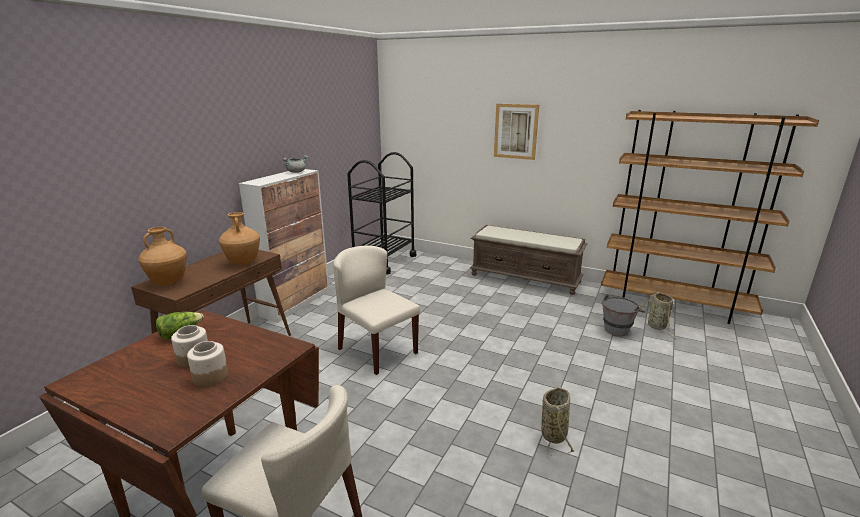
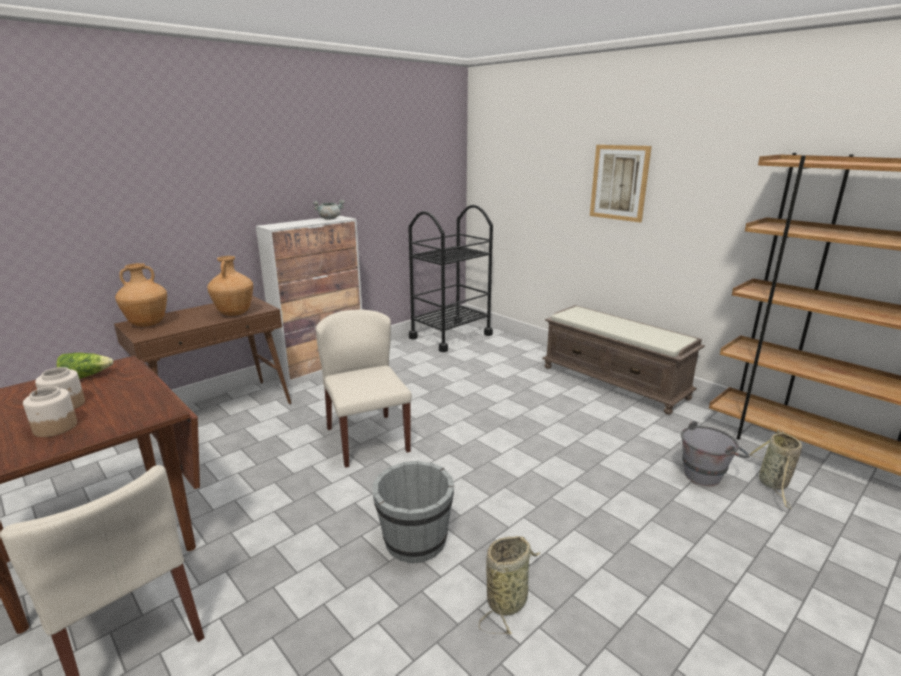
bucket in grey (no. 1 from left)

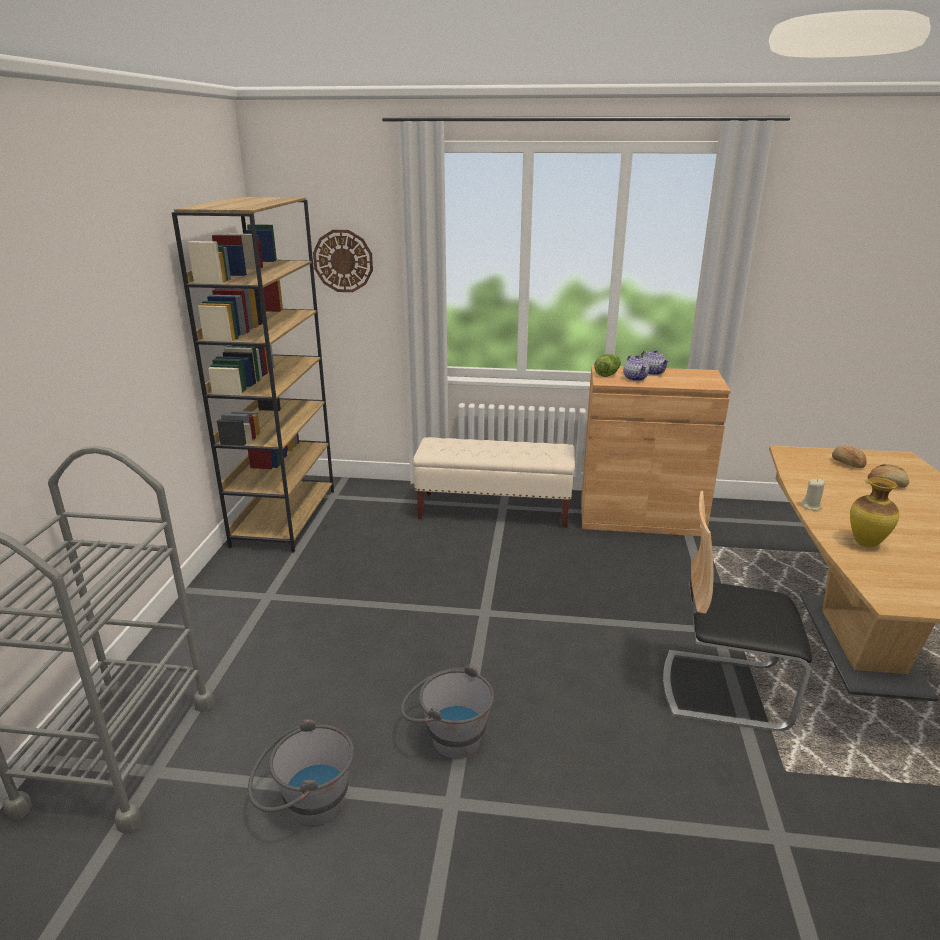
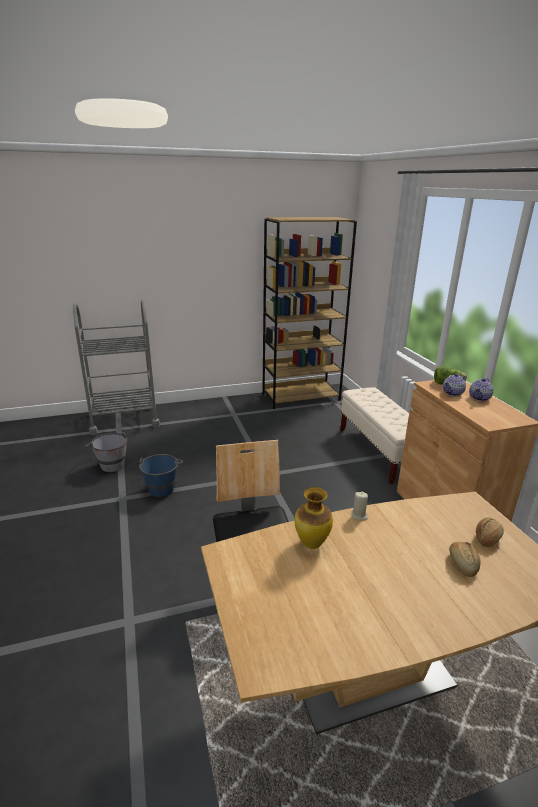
wall clock
bucket in blue

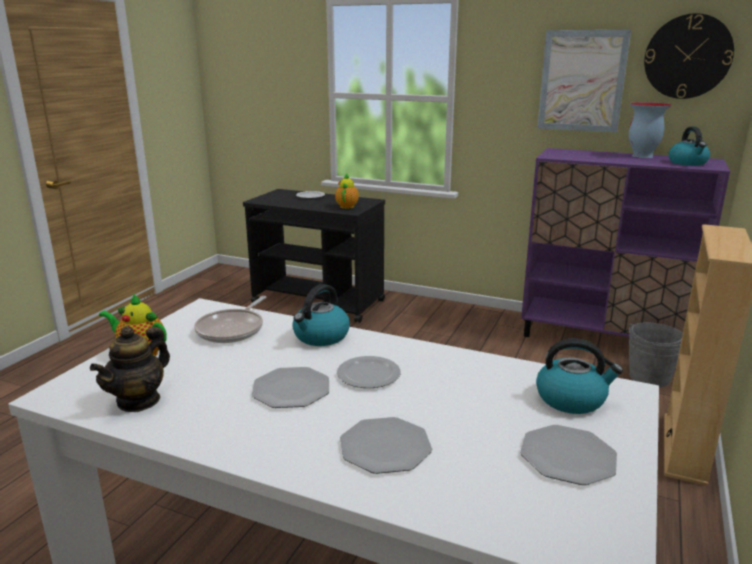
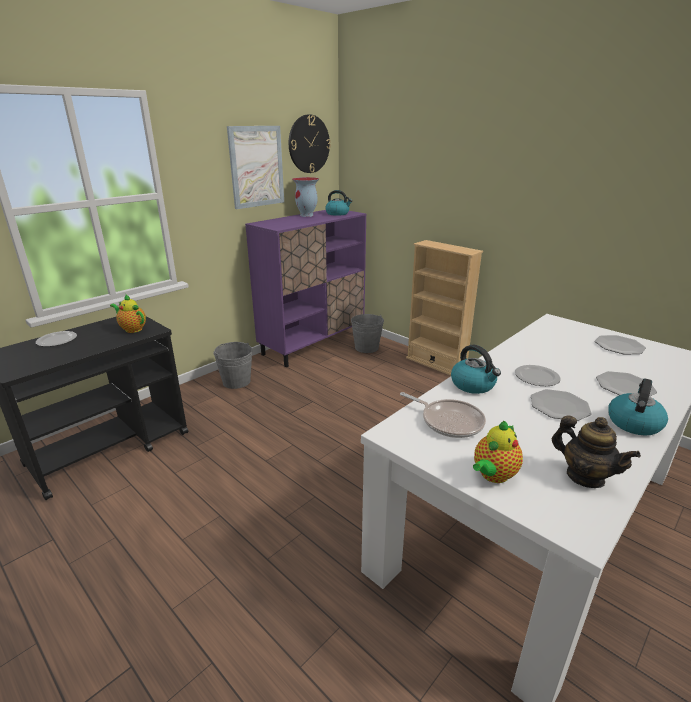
kettle (no. 3 from left)
bucket in grey (no. 1 from left)

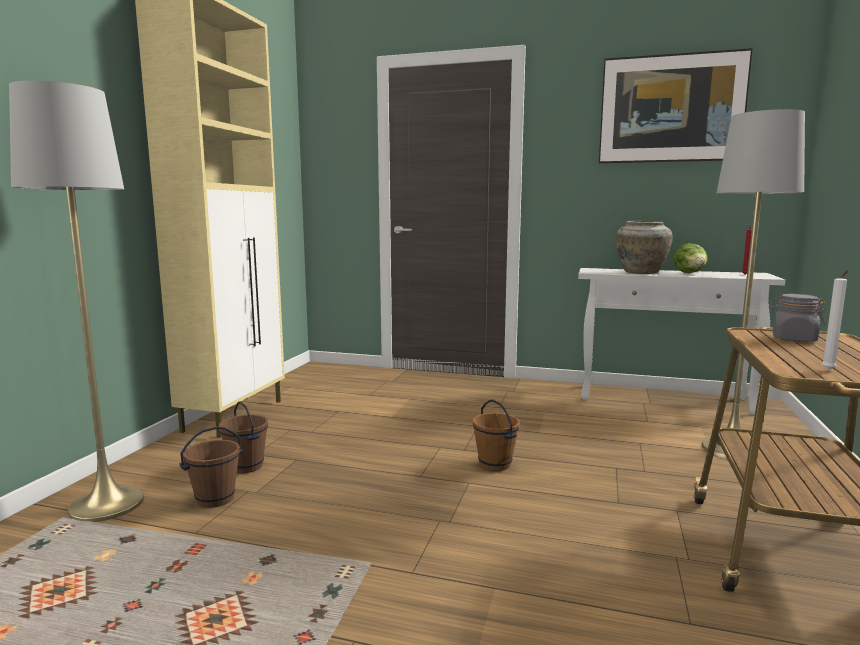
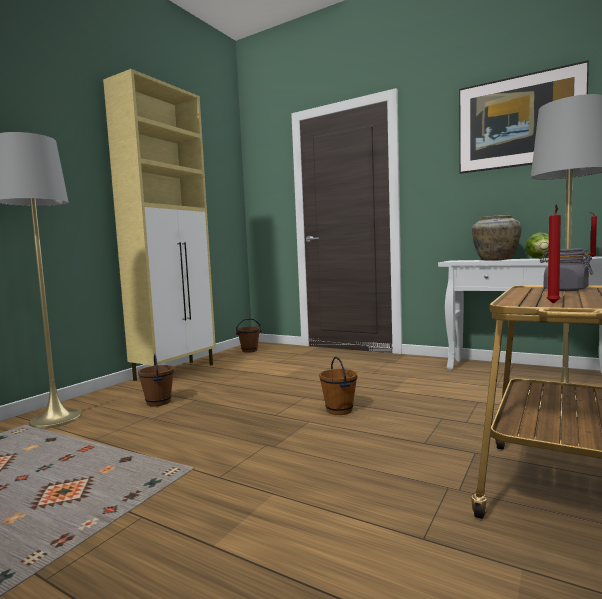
candle in red (no. 1 from left)
bucket in brown (no. 2 from left)

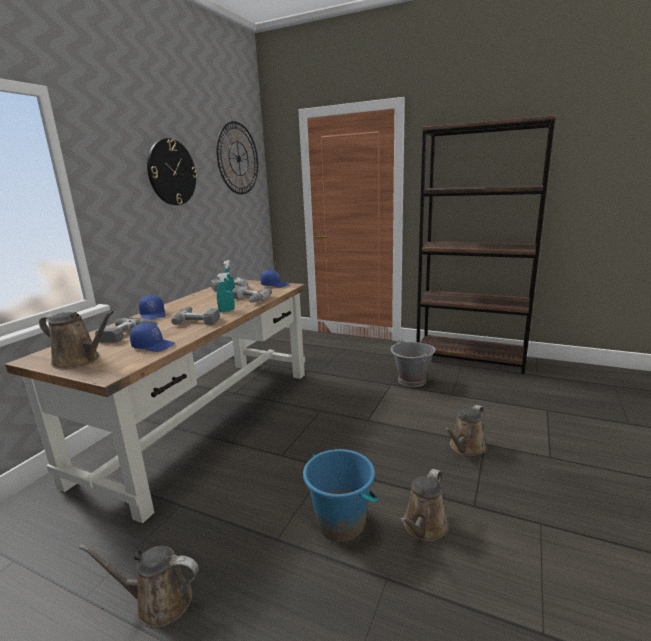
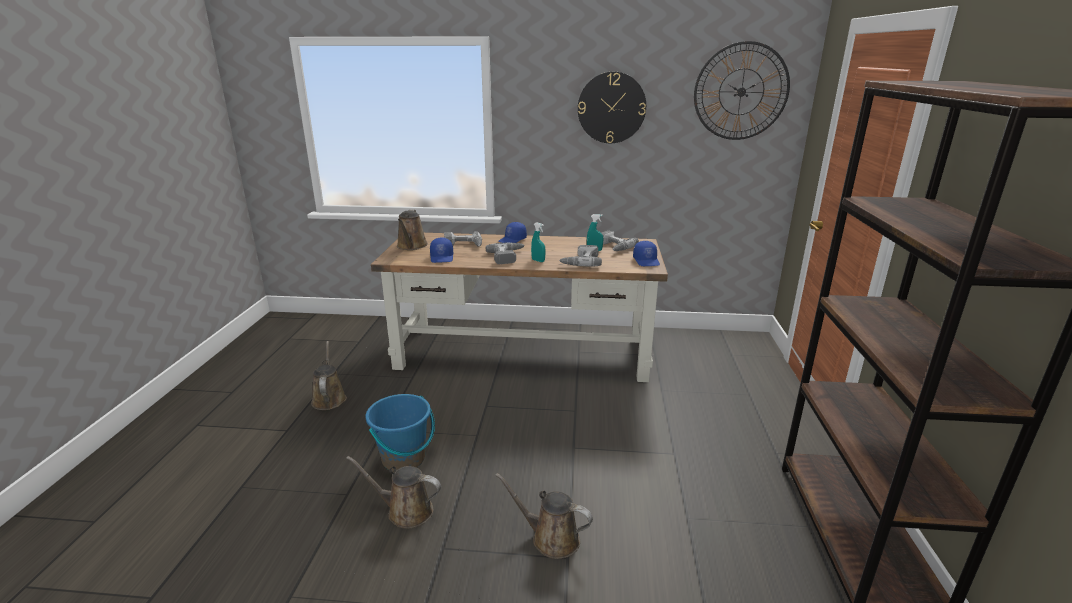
bucket in grey

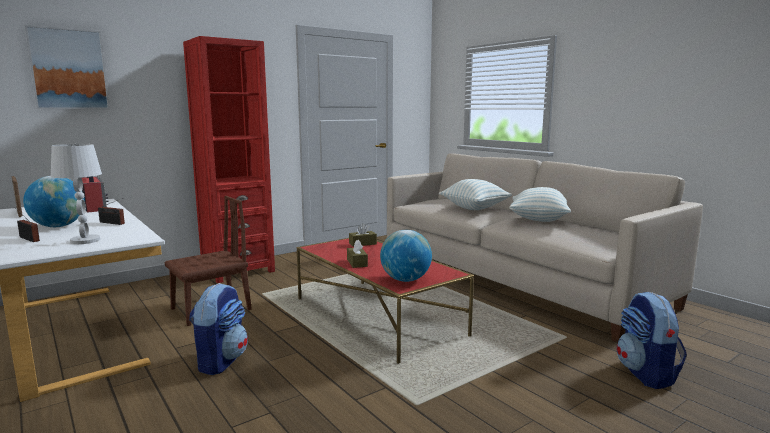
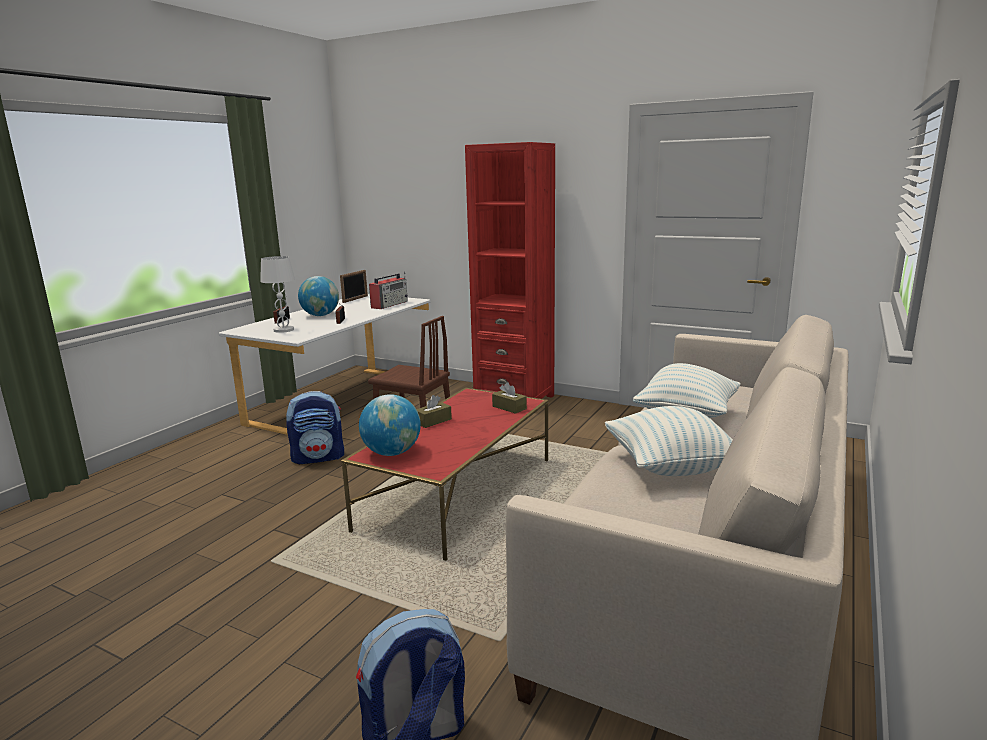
picture

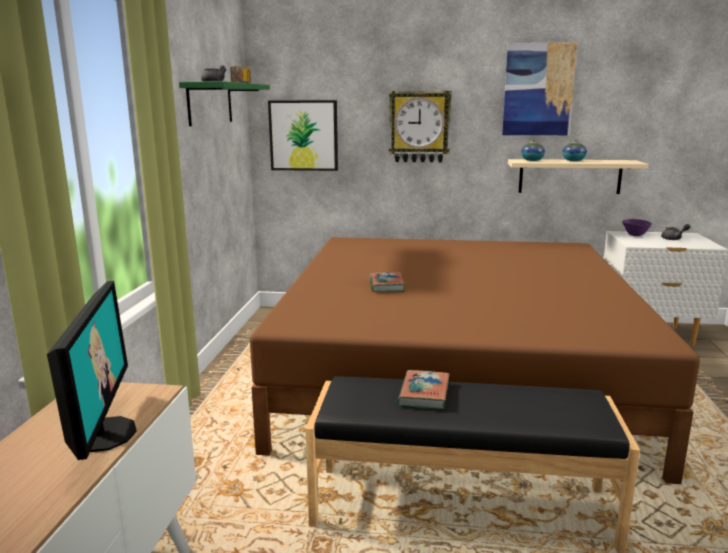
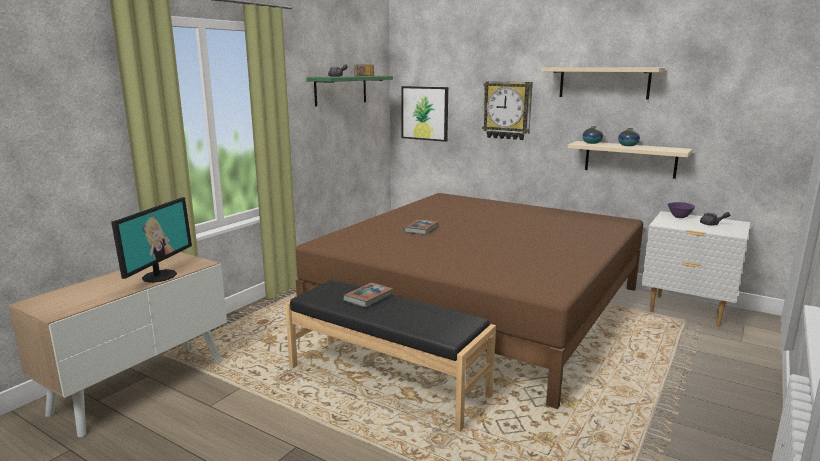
shelf in beige (no. 1 from left)

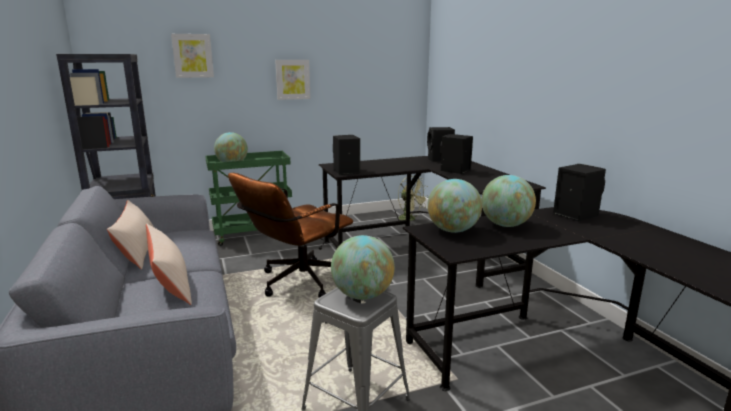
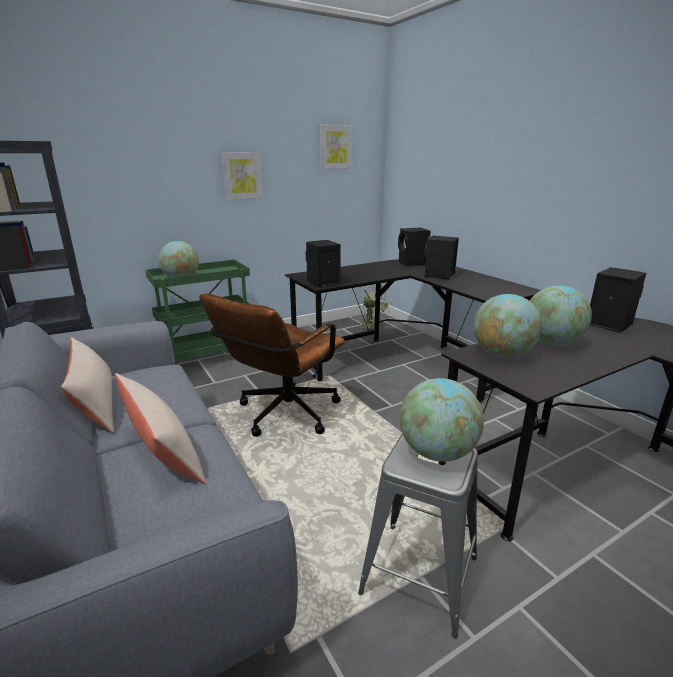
picture (no. 2 from left)

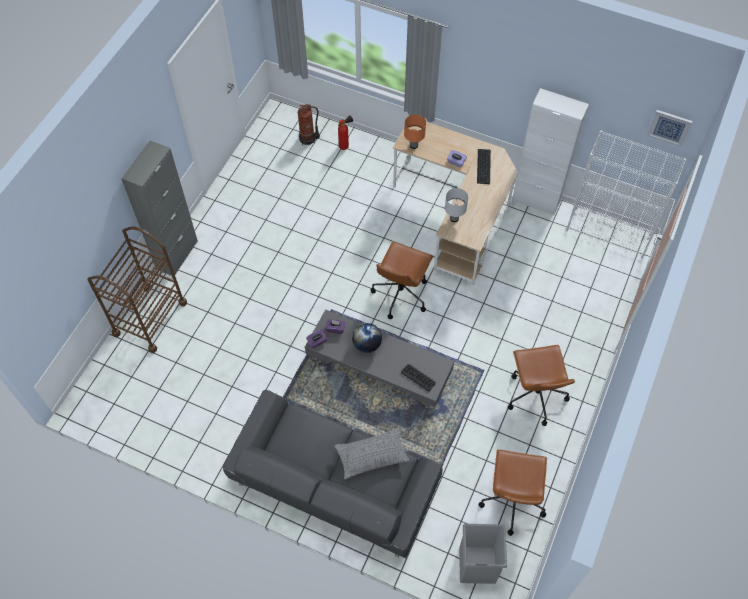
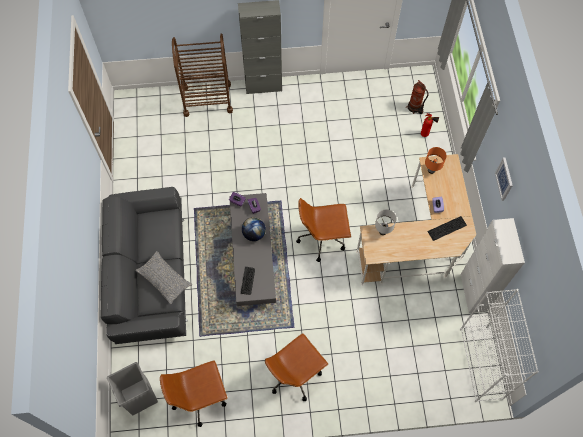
picture

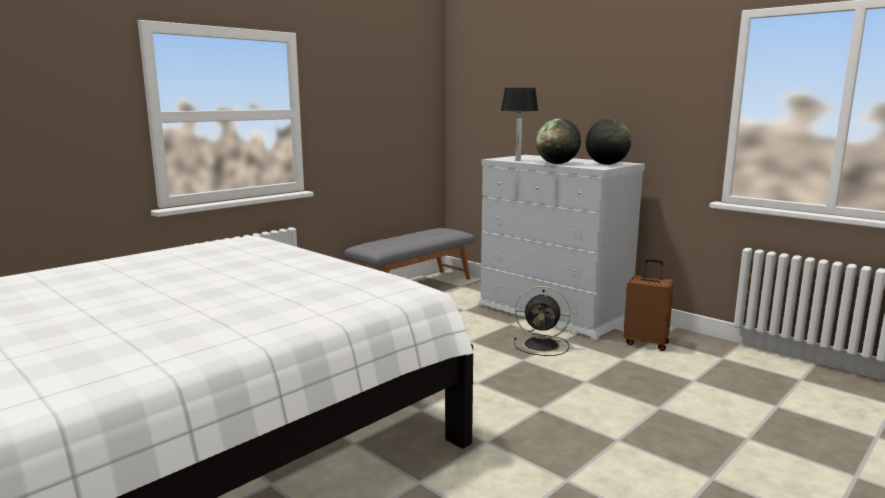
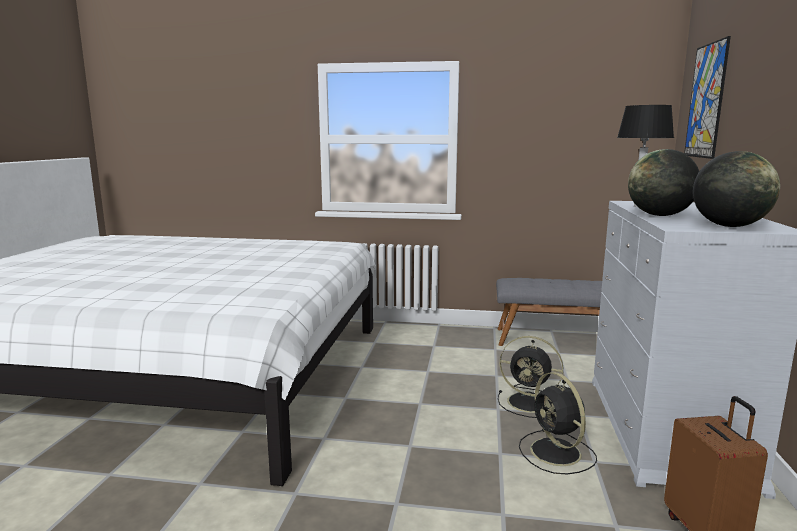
picture
fan in black (no. 1 from left)

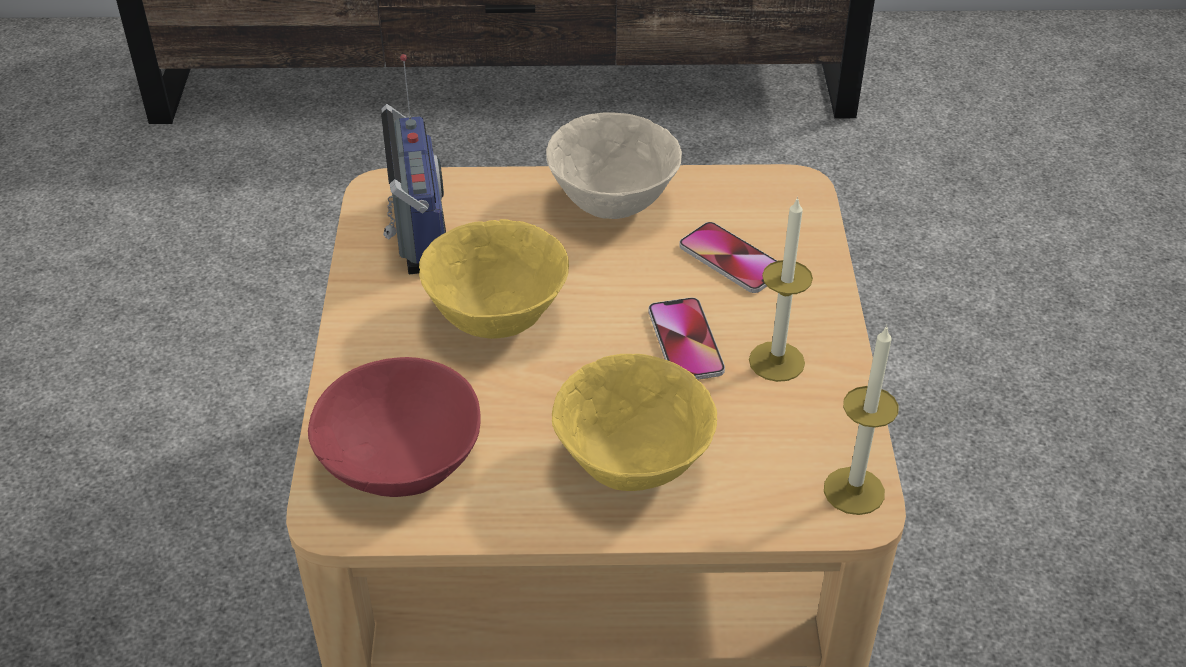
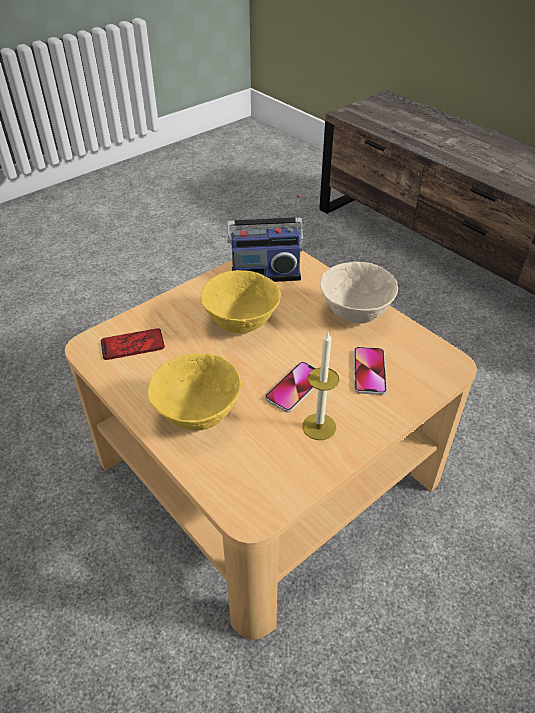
radio
candle (no. 2 from left in the first image)
phone (no. 1 from left)

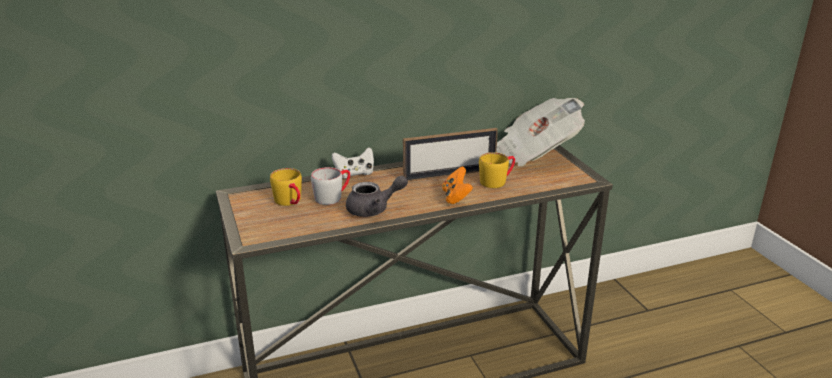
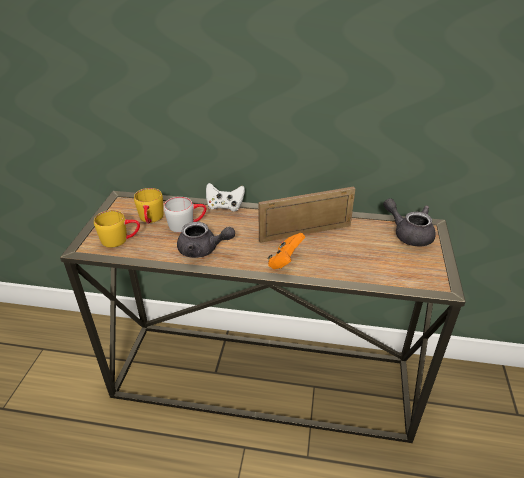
teapot in grey (no. 2 from left)
picture frame
mug in yellow (no. 1 from left)

